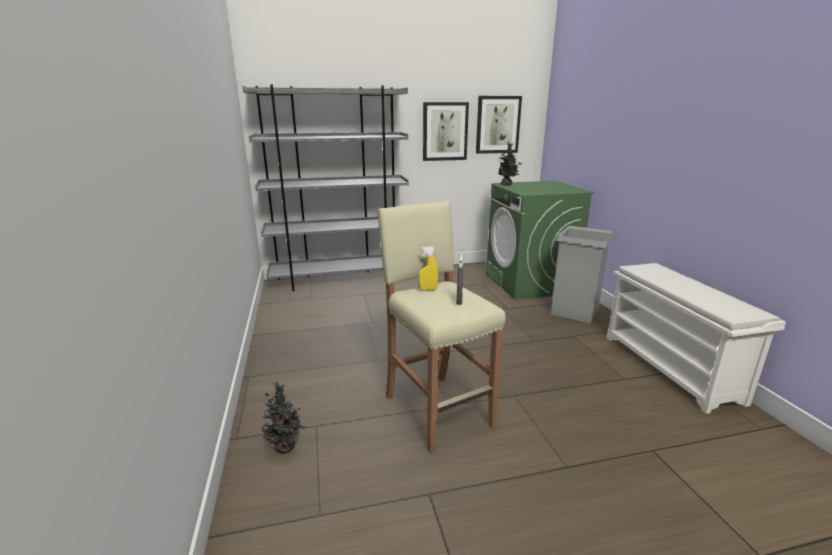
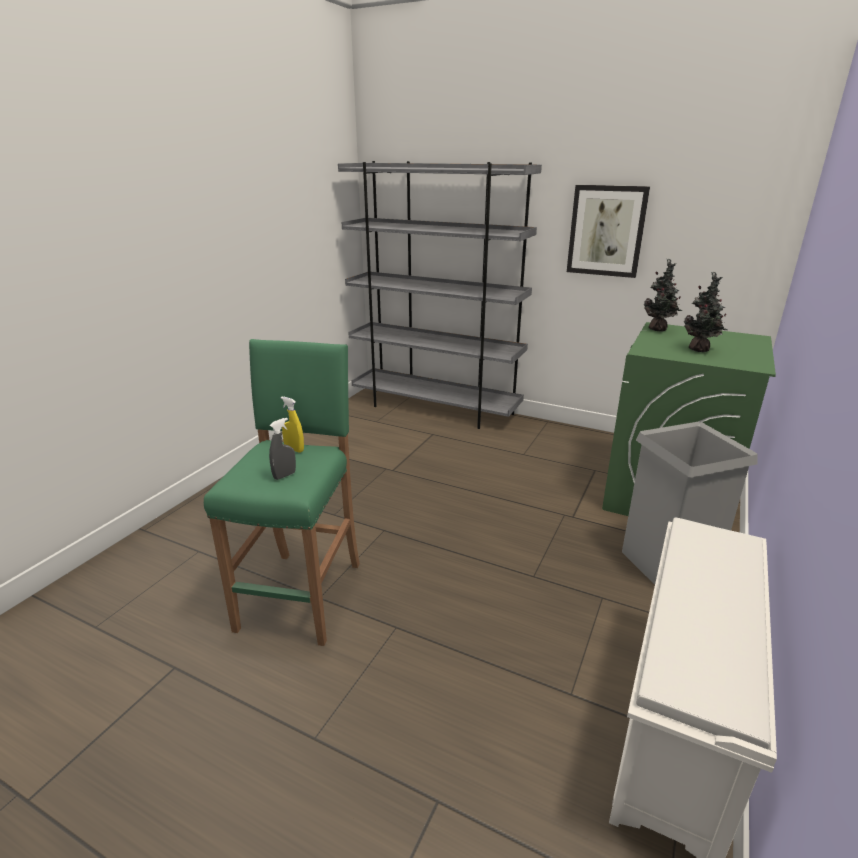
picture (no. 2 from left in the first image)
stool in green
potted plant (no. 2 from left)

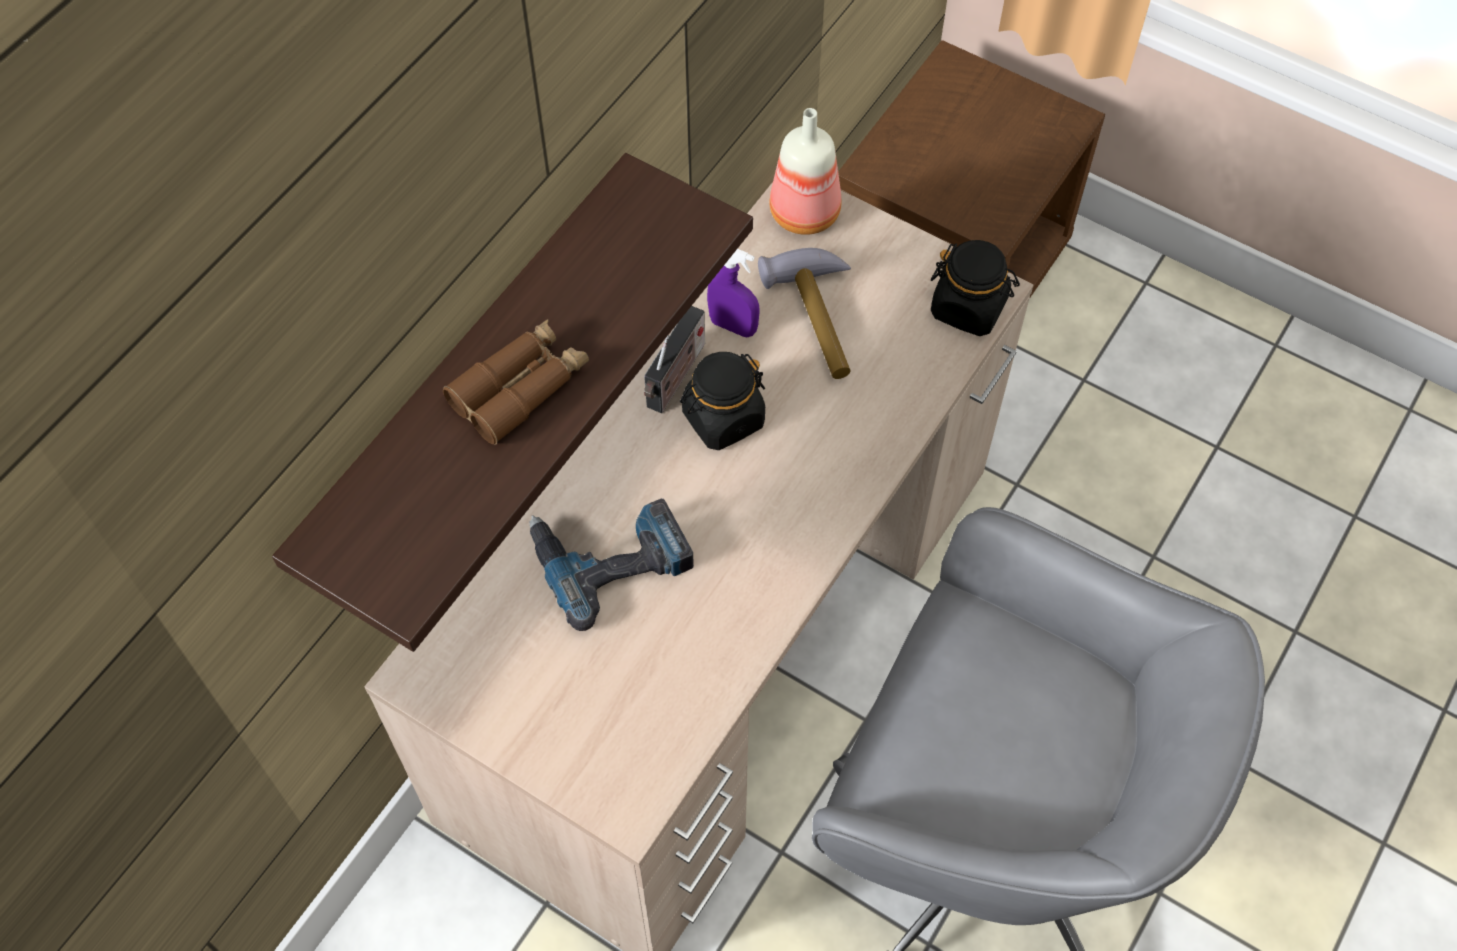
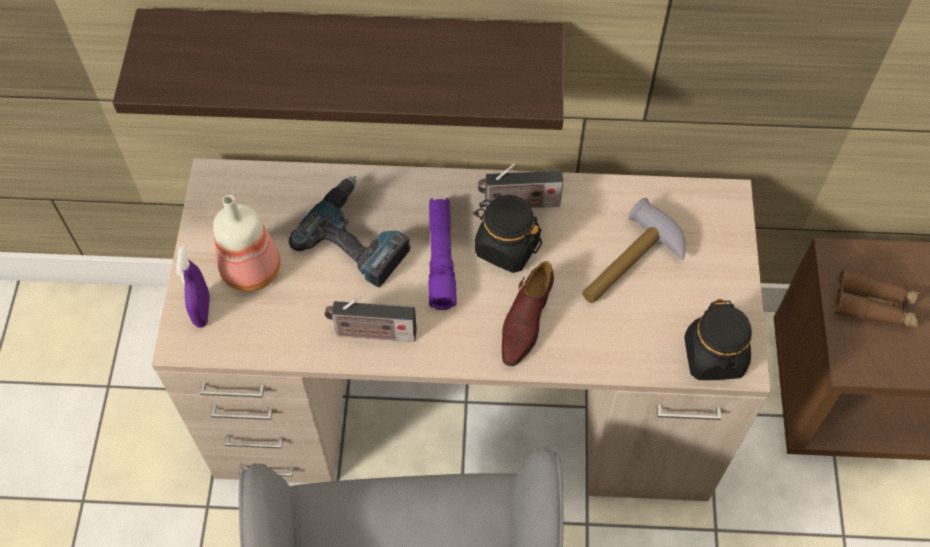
bottle
spray bottle in purple
binoculars in brown
flashlight in purple
shoe in brown
radio (no. 1 from left)

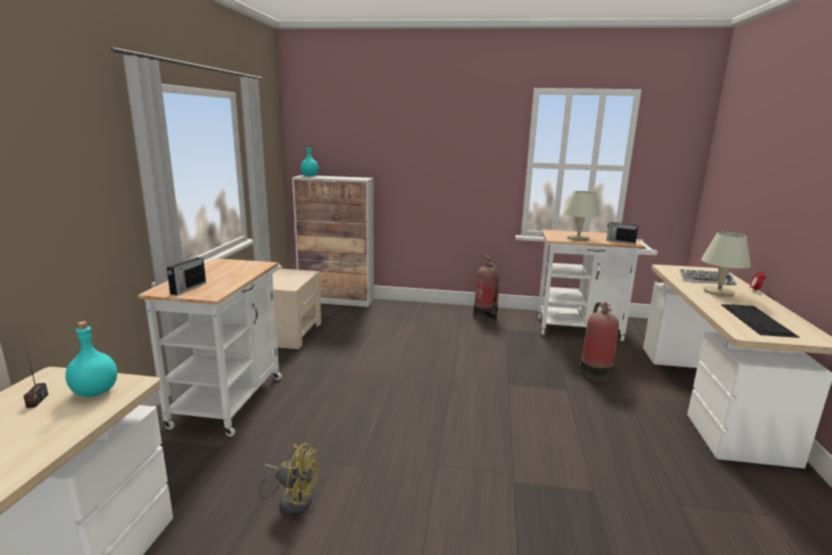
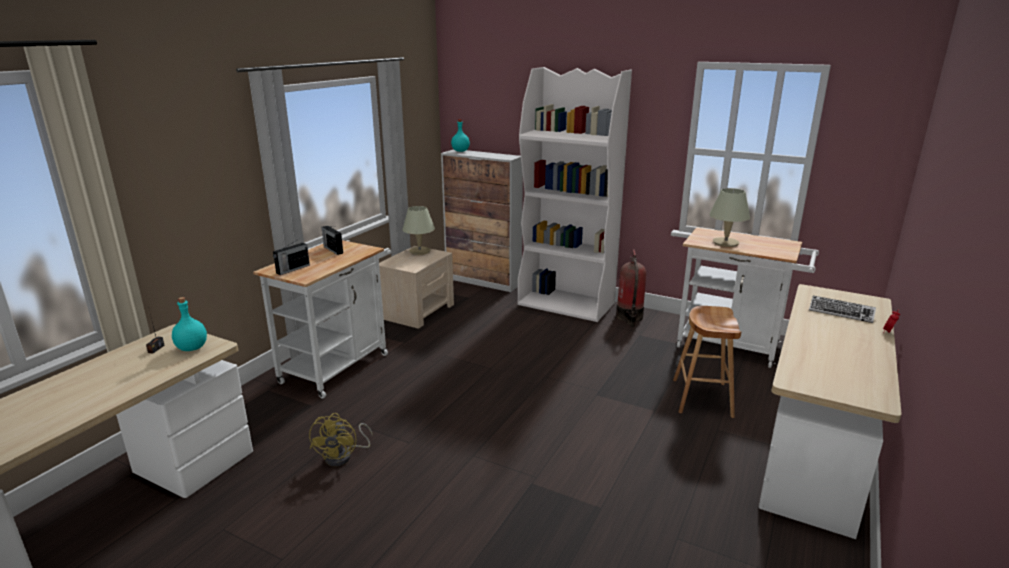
radio (no. 3 from left)
table lamp in beige (no. 1 from left)
stool in brown
keyboard (no. 2 from left in the first image)
fan in yellow
bookcase in white

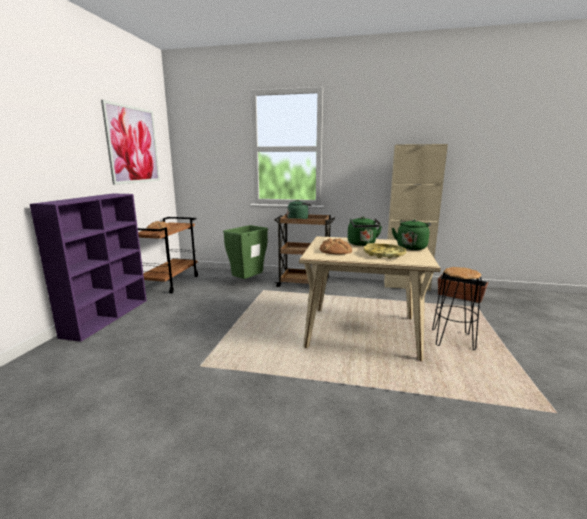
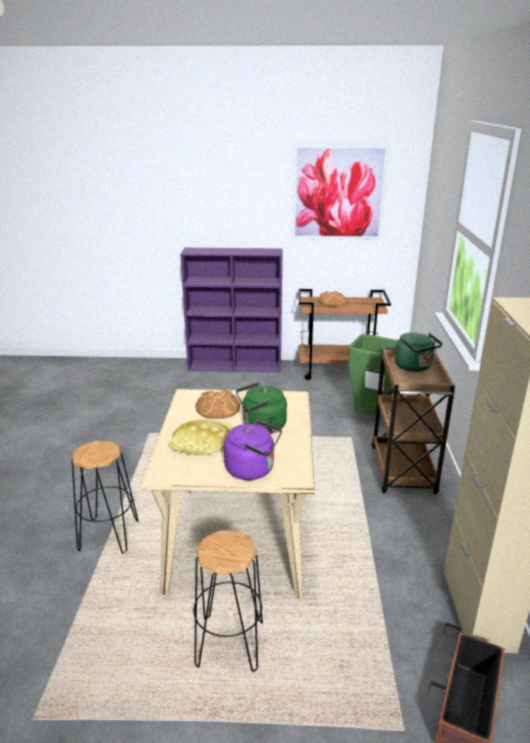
kettle in purple
stool in black (no. 1 from left)

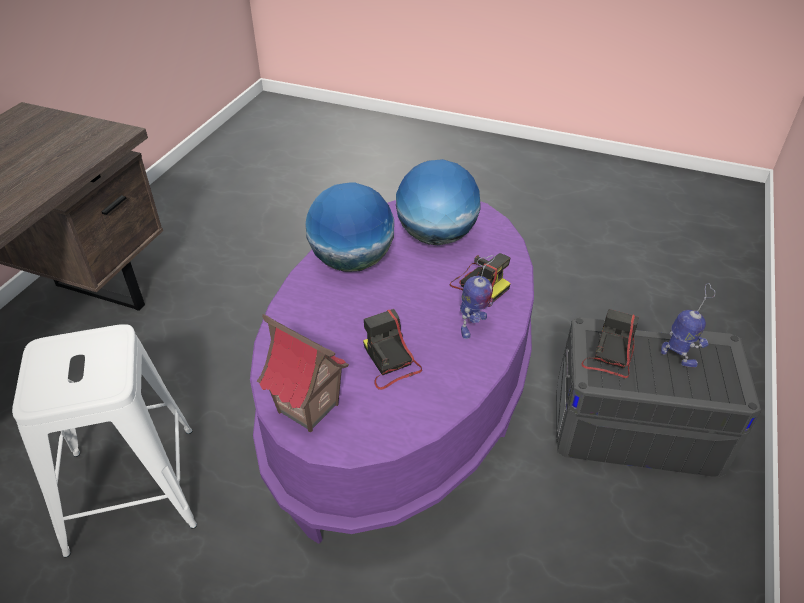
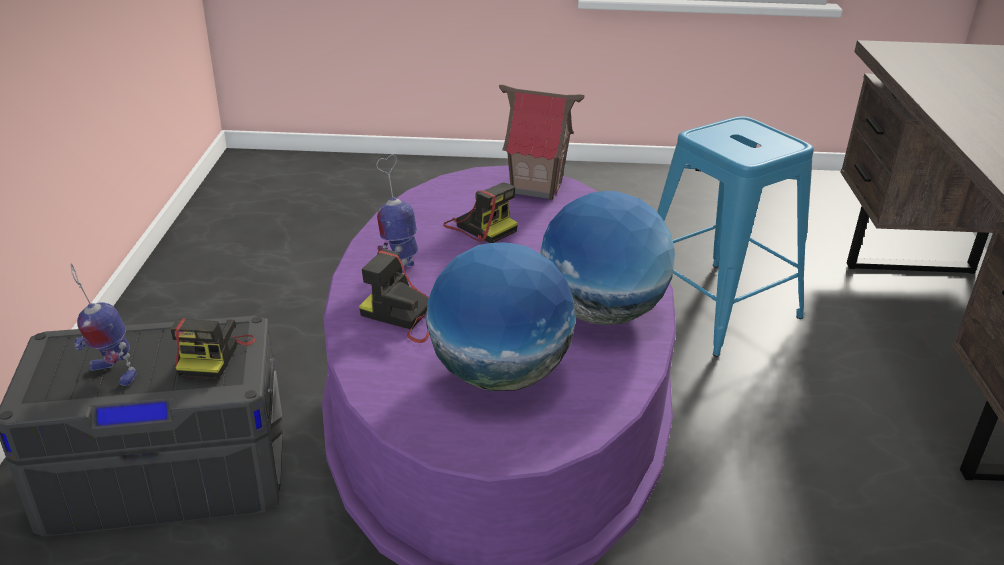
stool in blue

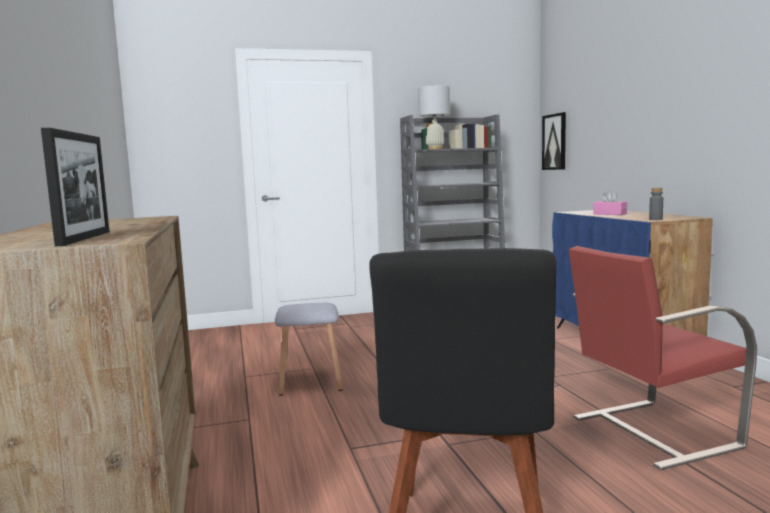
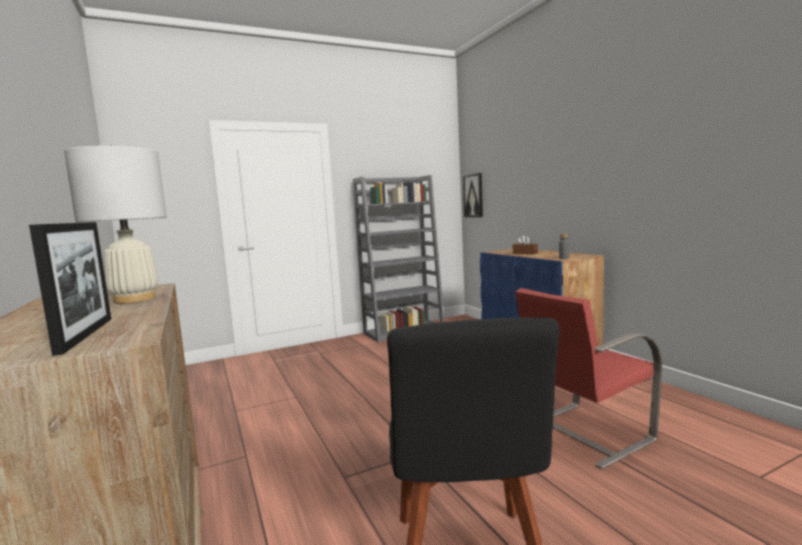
table lamp in white
tissue box in brown
stool in grey

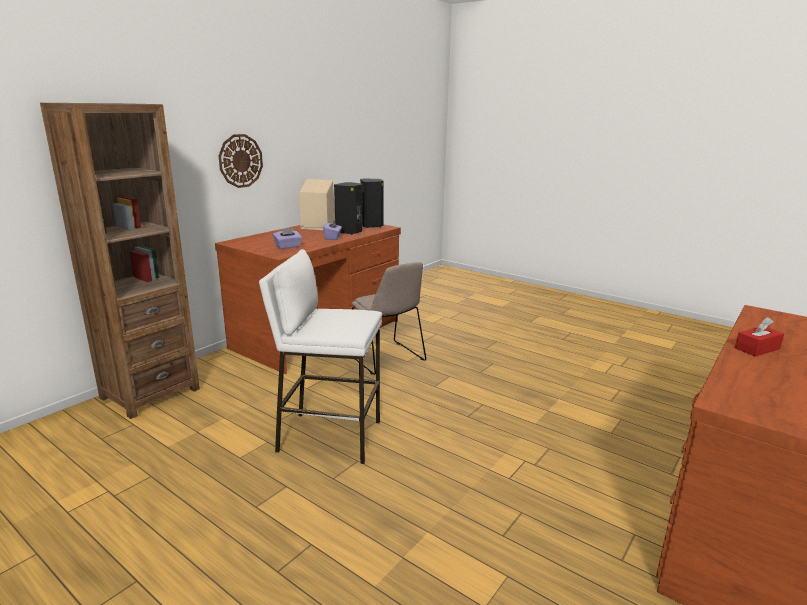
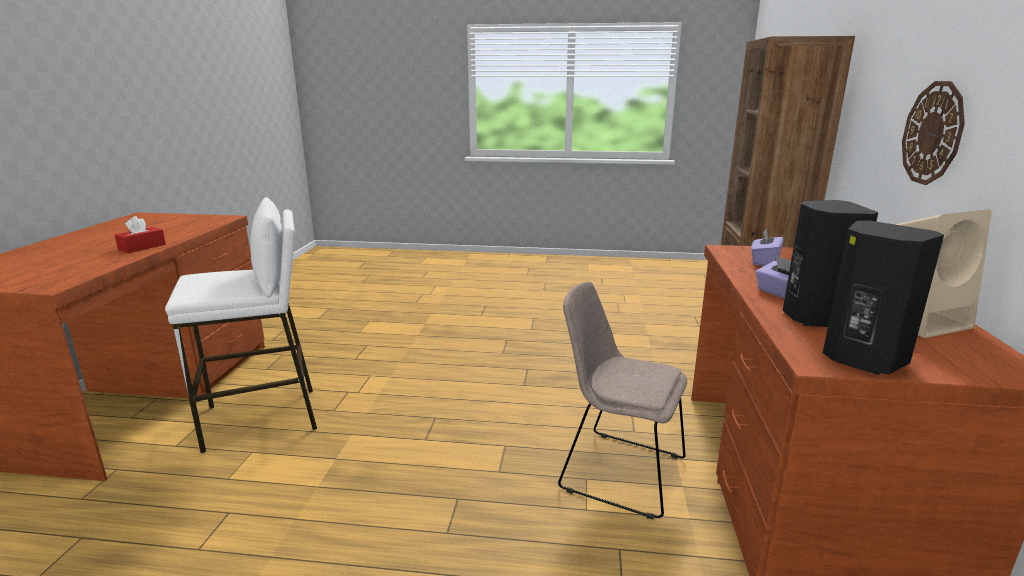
stool in white

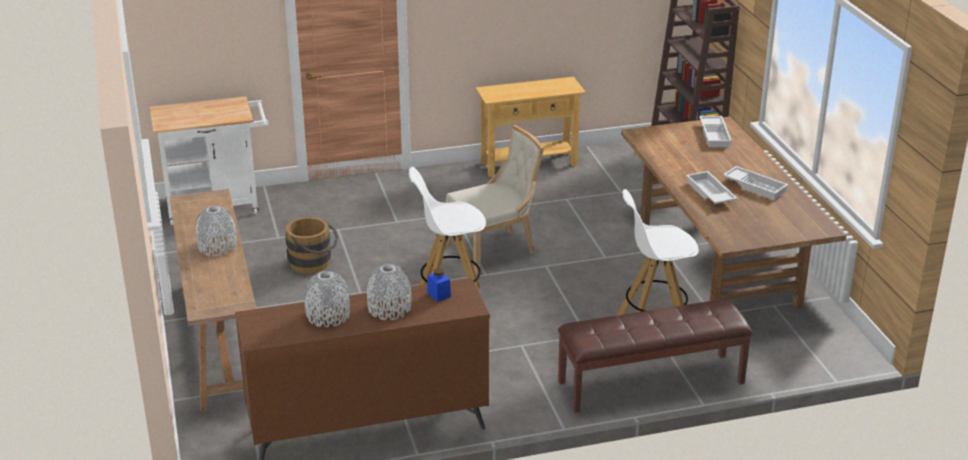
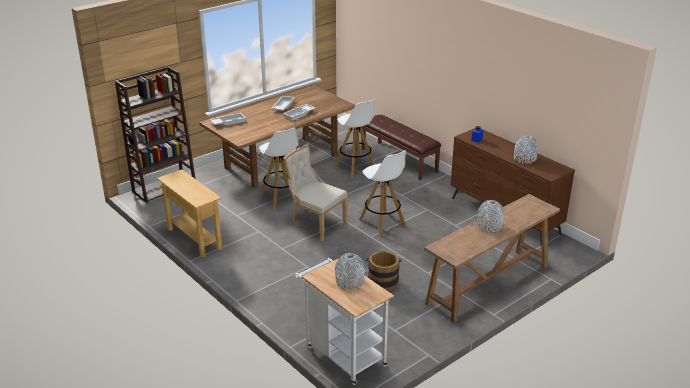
vase in grey (no. 1 from left)
stool in white (no. 1 from left)

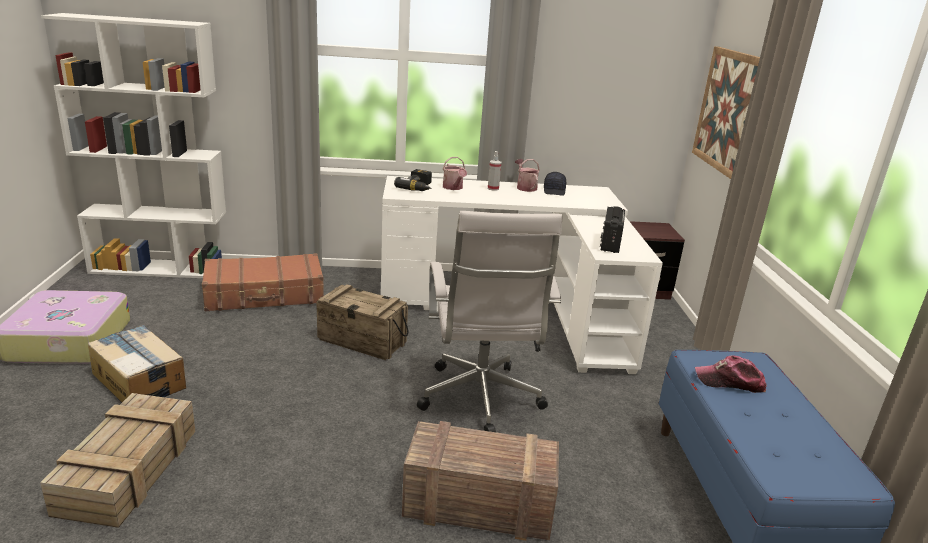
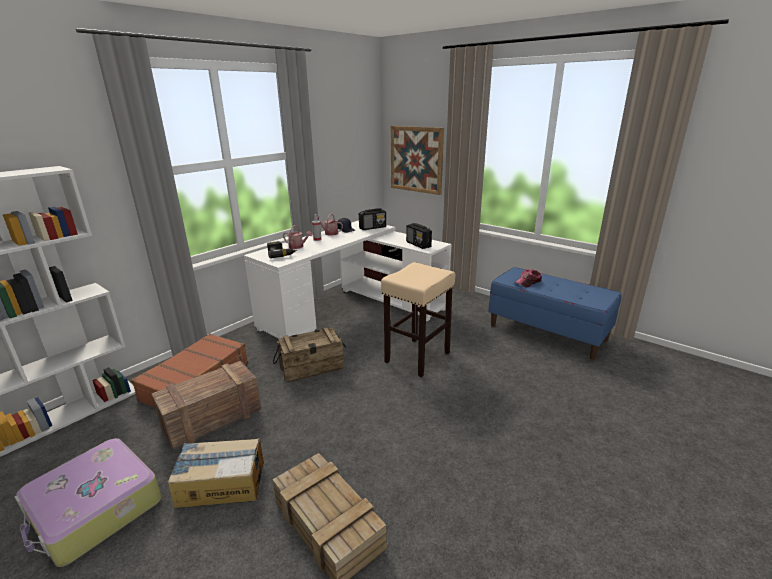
stool in beige
crate (no. 1 from left)
radio (no. 1 from left)

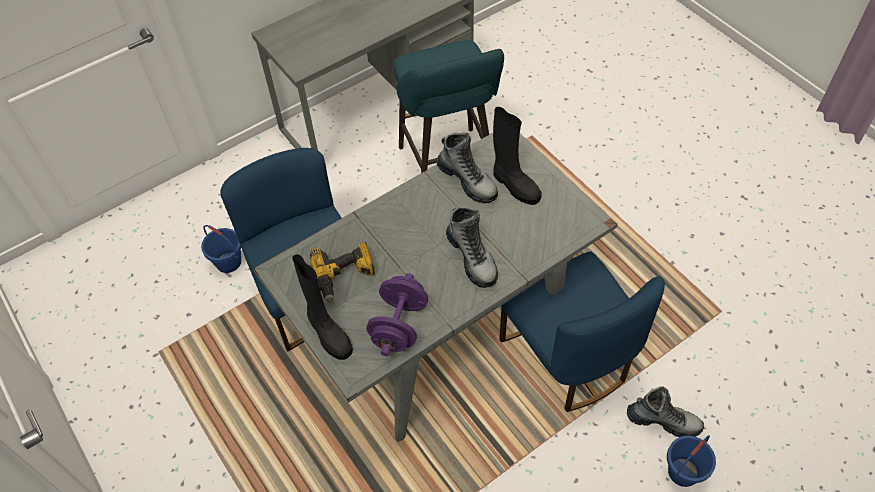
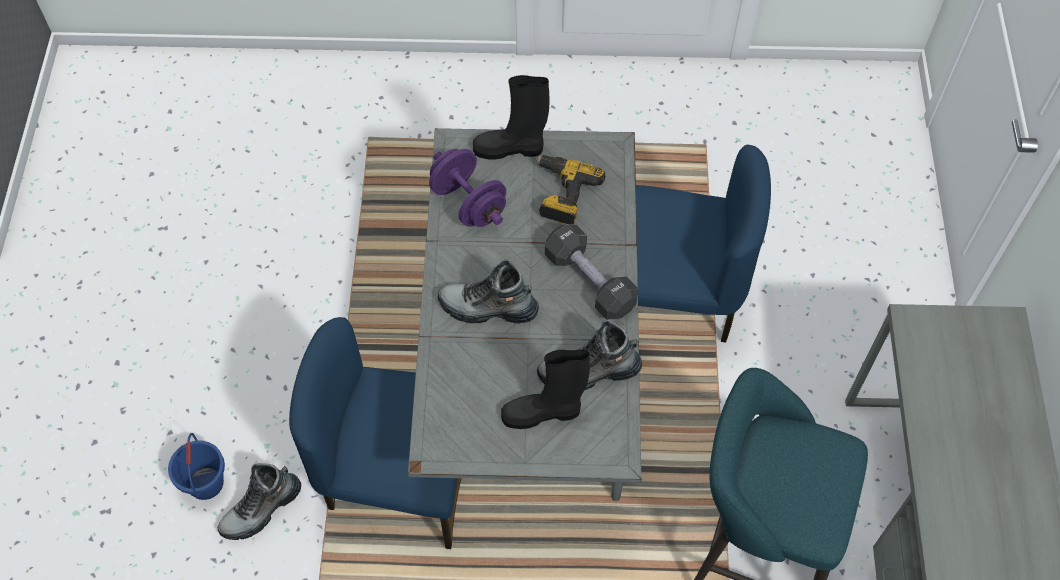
bucket in blue (no. 1 from left in the first image)
dumbbell in black

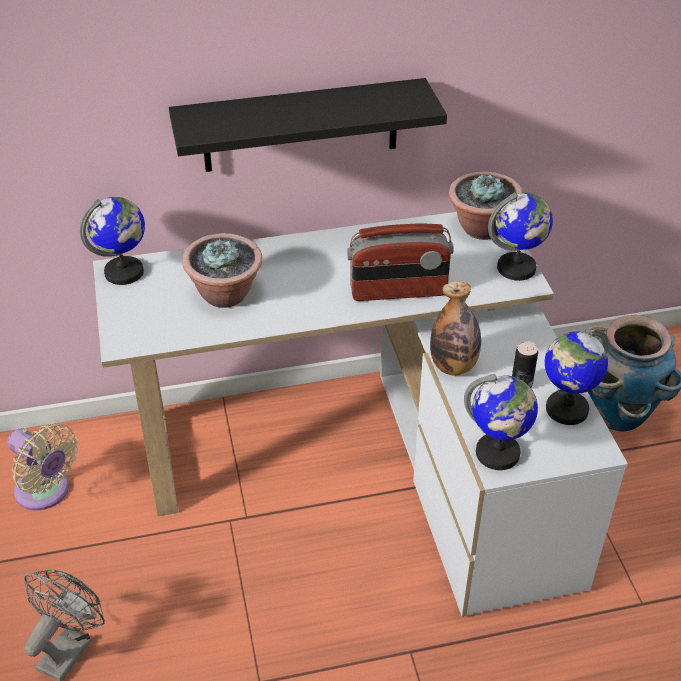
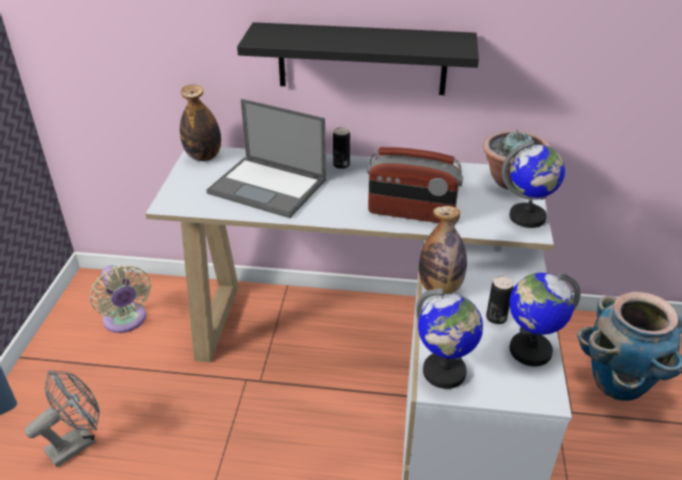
bottle (no. 1 from left)
laptop
can (no. 1 from left)

